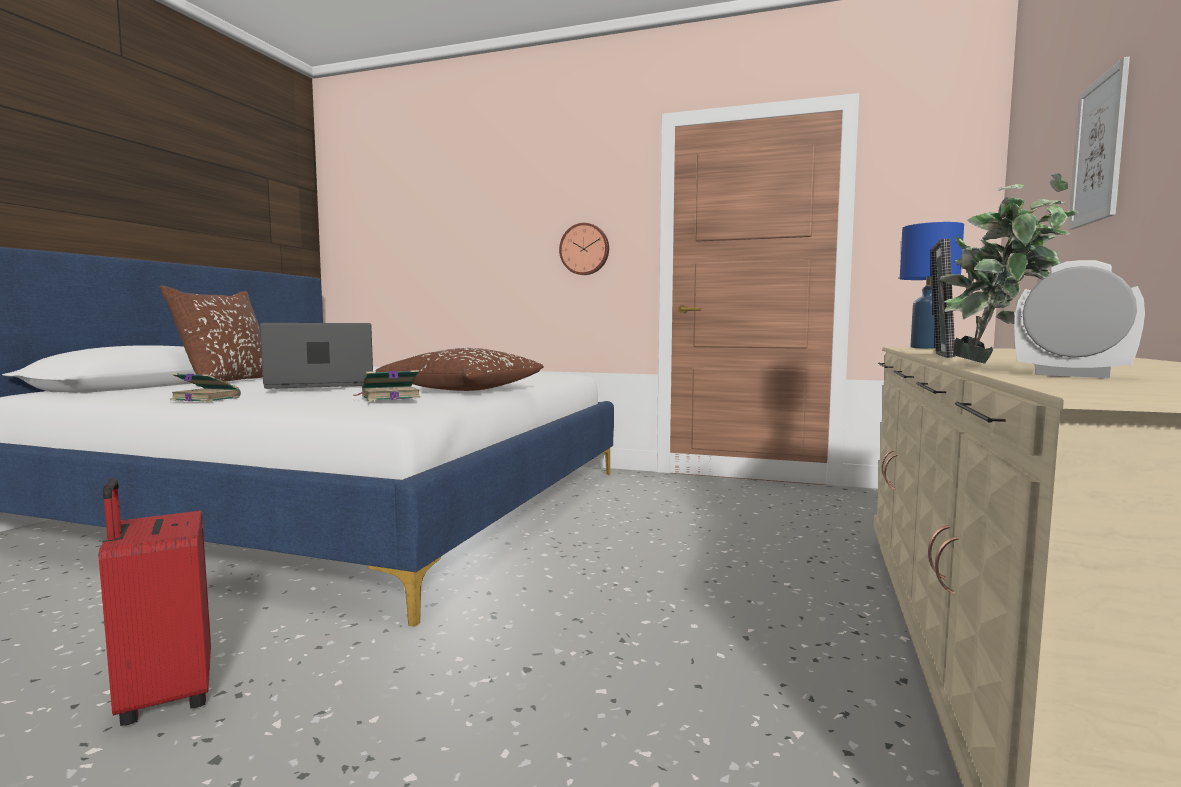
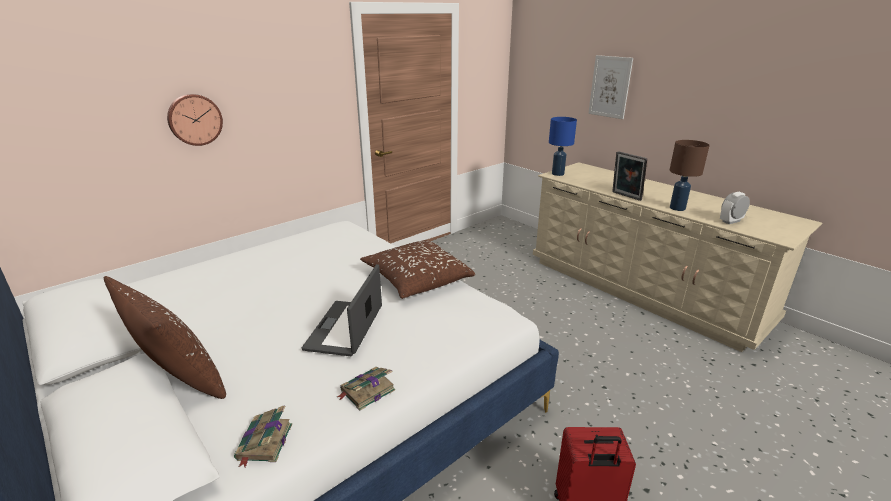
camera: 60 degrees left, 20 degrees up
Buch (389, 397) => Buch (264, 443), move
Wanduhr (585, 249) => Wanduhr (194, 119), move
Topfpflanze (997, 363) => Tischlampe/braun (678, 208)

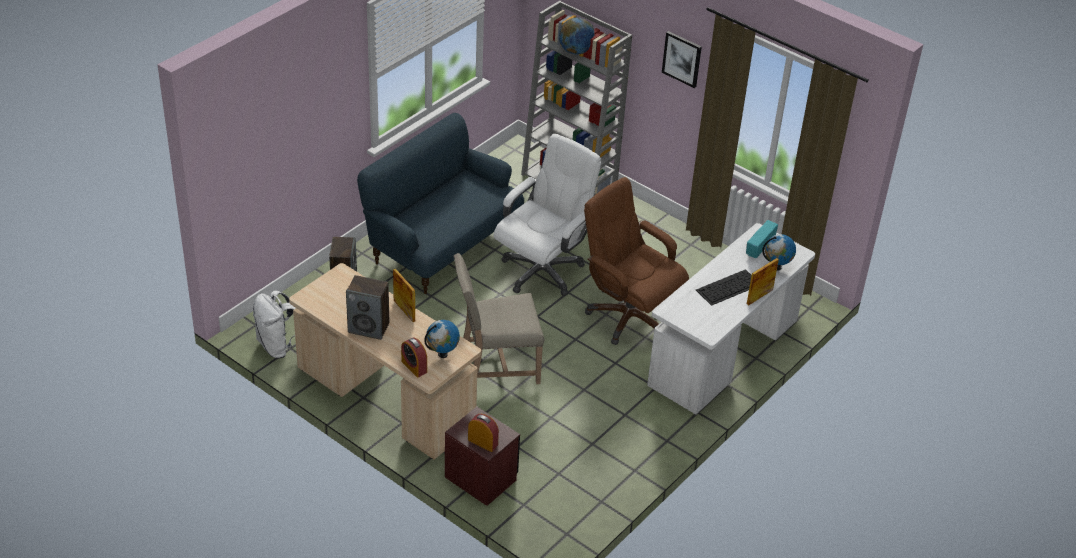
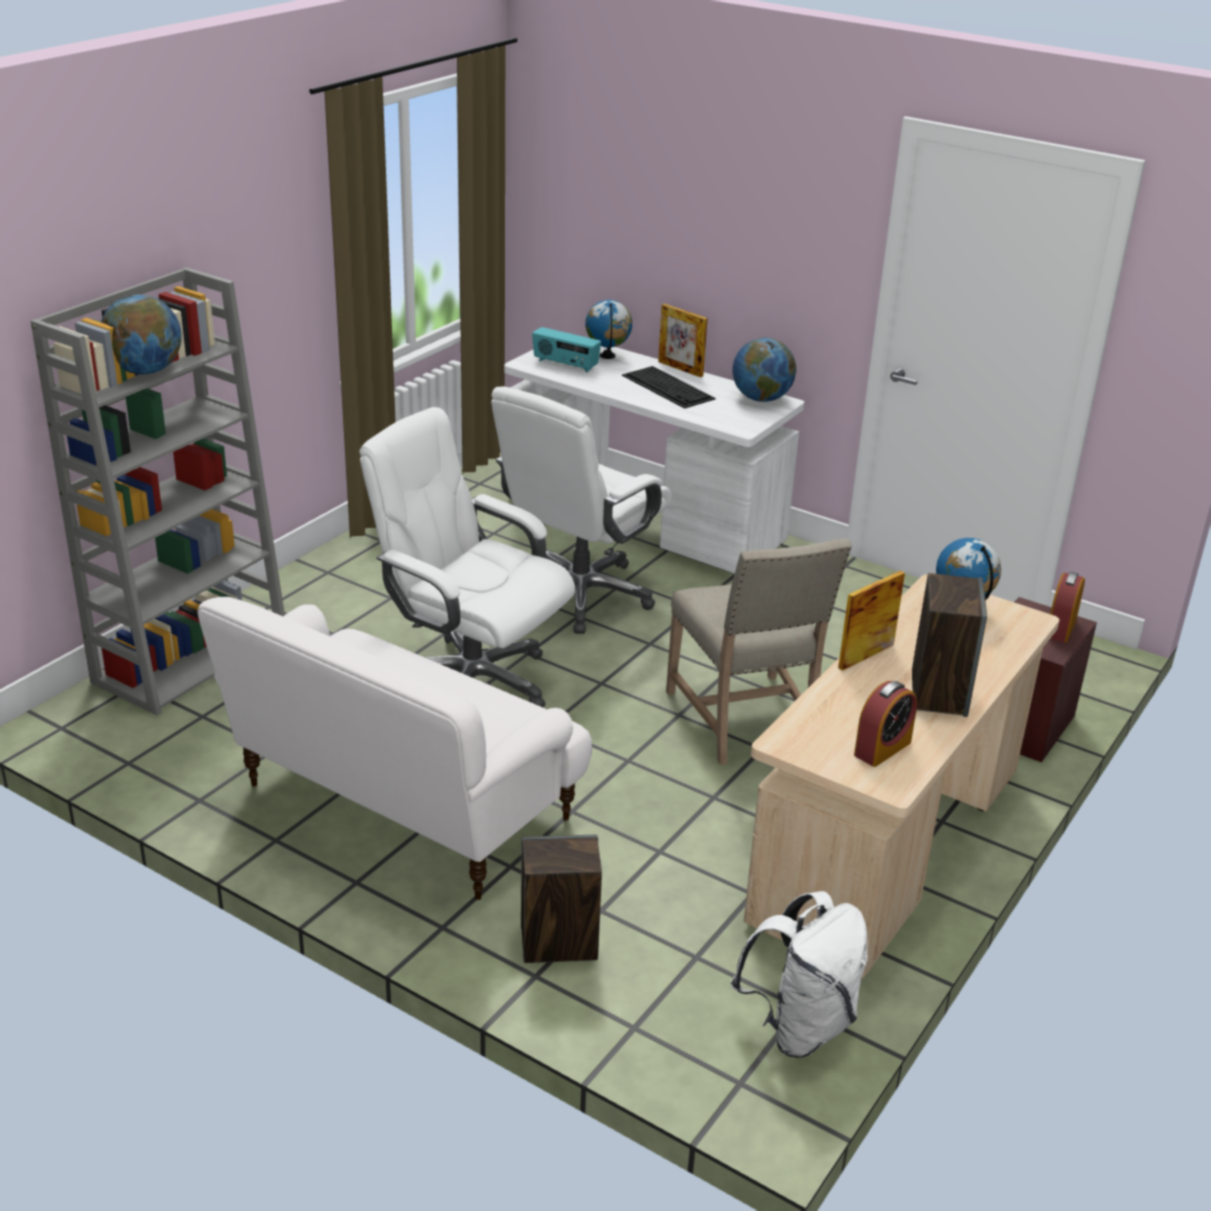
camera: 95 degrees left, 10 degrees down
Sofa/blau (442, 245) => Sofa/weiß (404, 806)
Wecker (414, 367) => Wecker (882, 748), move
Bürostuhl/braun (628, 317) => Bürostuhl/weiß (579, 595)
Bild (682, 58) => nothing
nothing => Globus (761, 399)

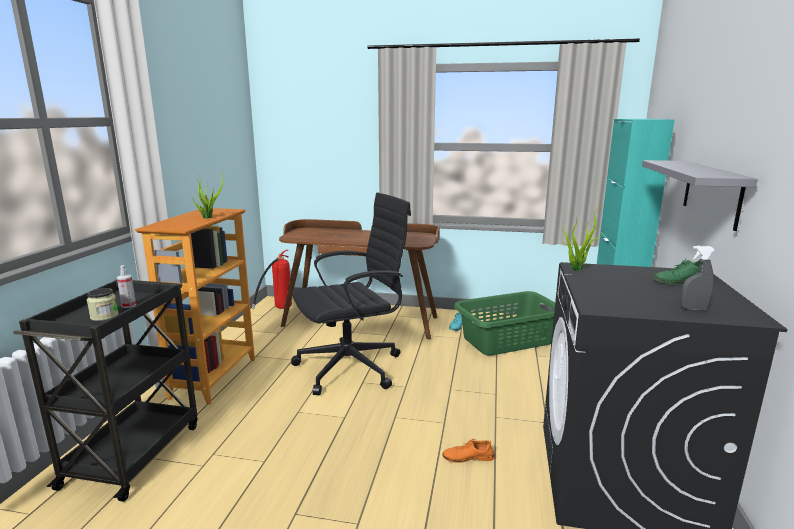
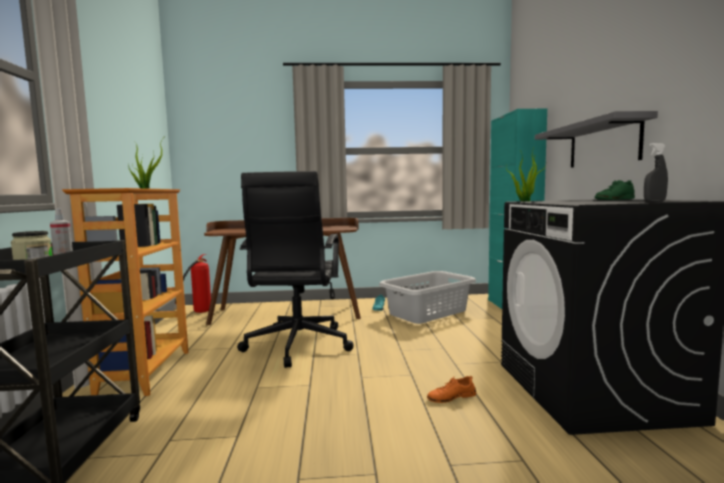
camera: 15 degrees left, 10 degrees down
Bürostuhl/schwarz (352, 367) => Bürostuhl/schwarz (297, 346), 135 degrees clockwise
Wäschekorb/grün (508, 340) => Wäschekorb/grau (428, 312)

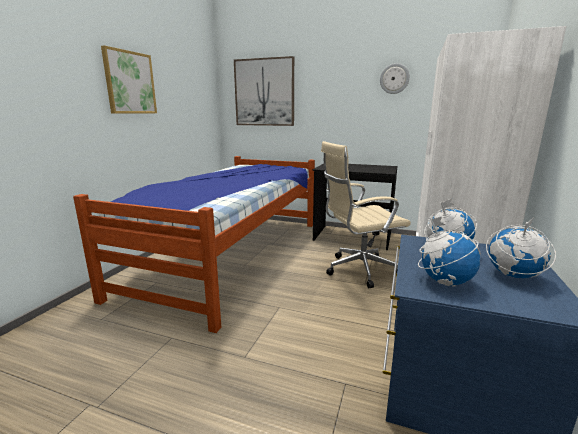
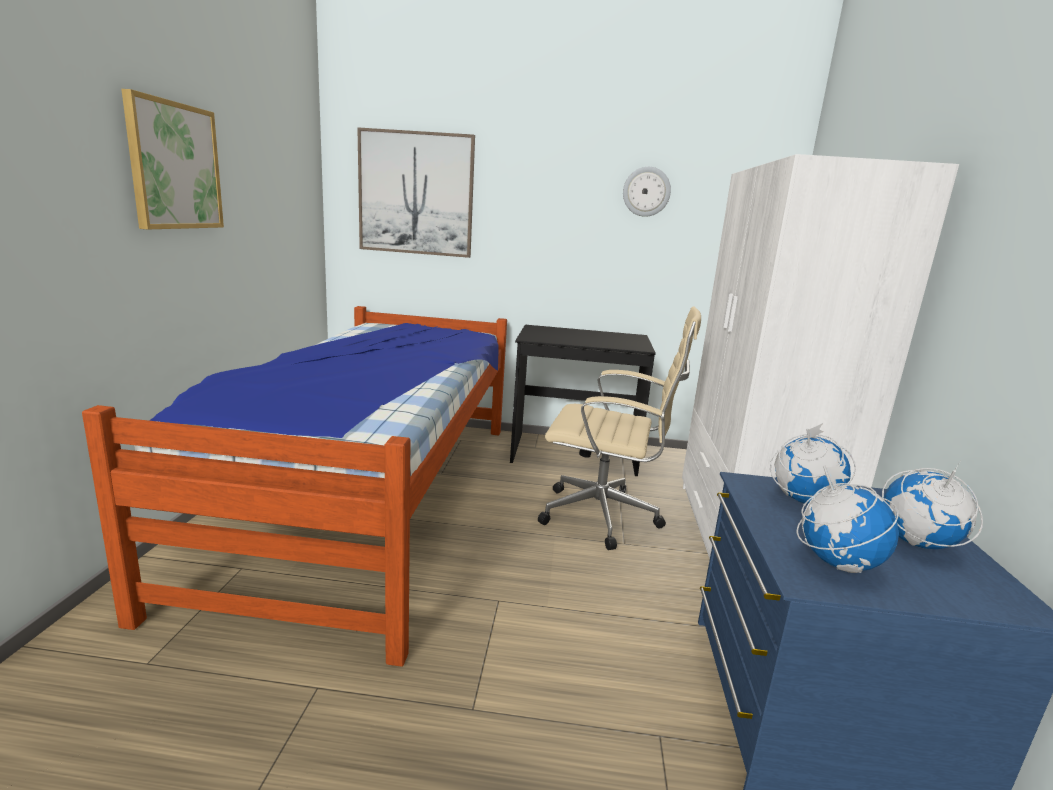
camera: 15 degrees left, 0 degrees up
Bürostuhl/beige (358, 270) => Bürostuhl/beige (605, 517), 135 degrees counterclockwise

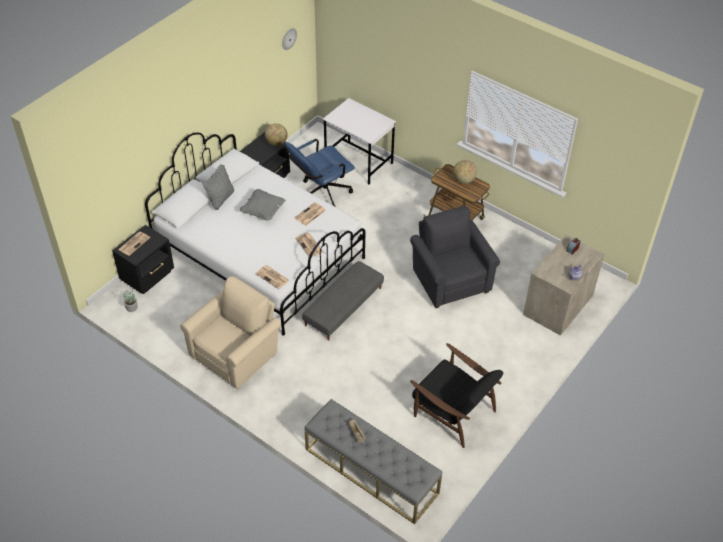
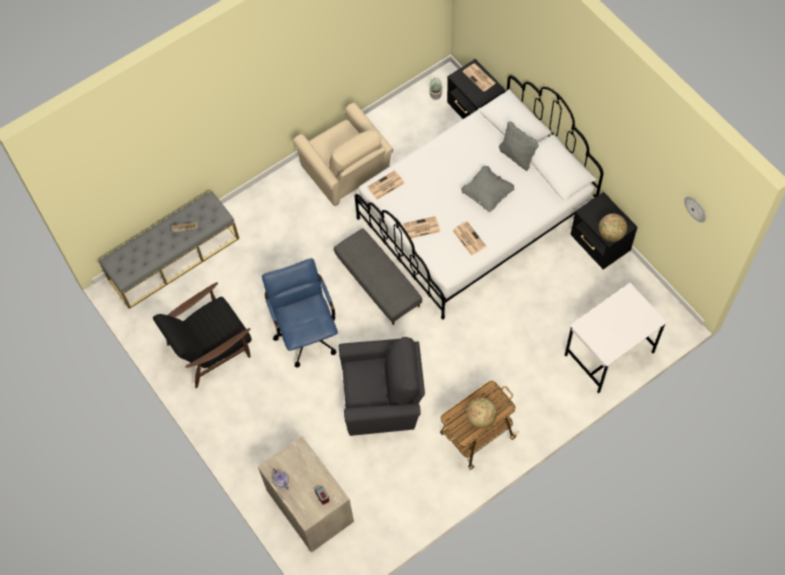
camera: 110 degrees right, 15 degrees up
Bürostuhl/blau (321, 194) => Bürostuhl/blau (306, 331), move

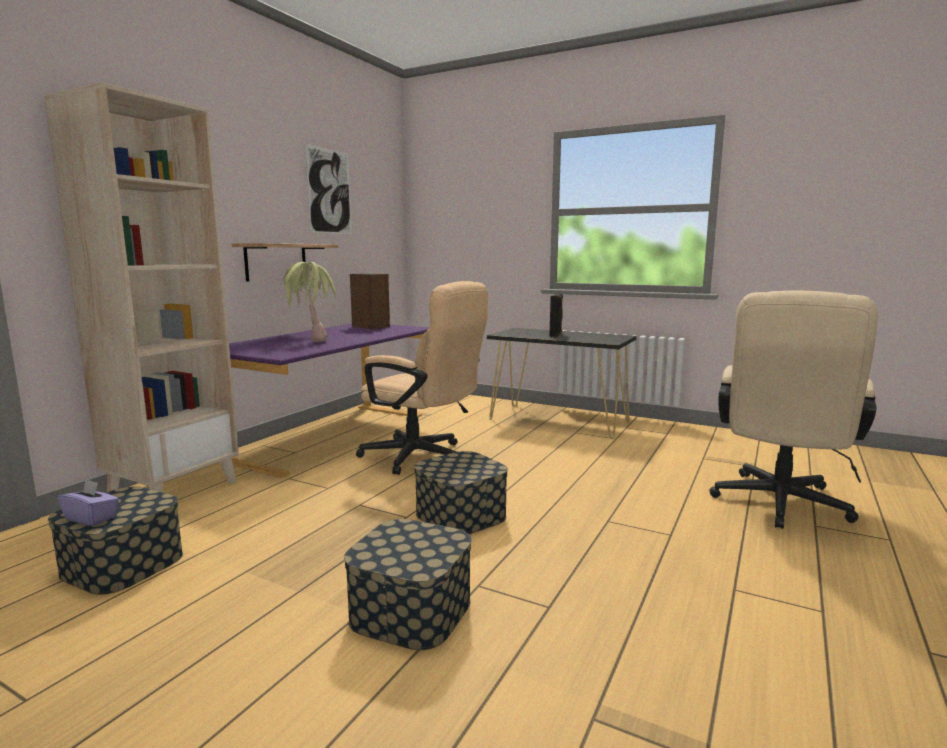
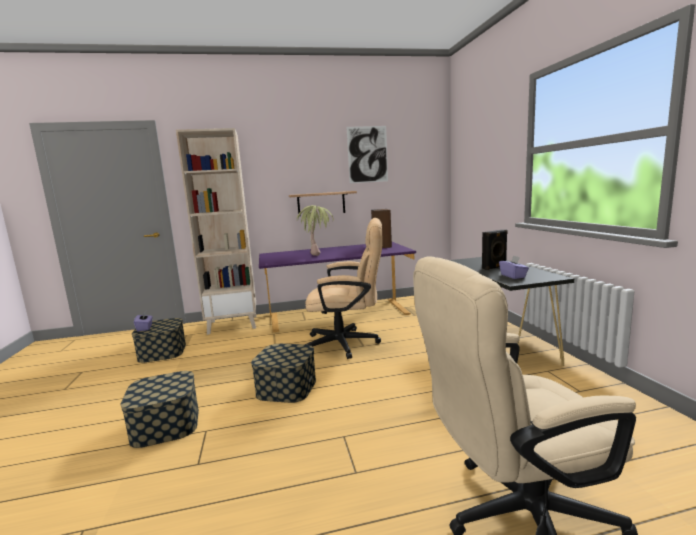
camera: 50 degrees right, 0 degrees up
Bürostuhl/beige (423, 457) => Bürostuhl/beige (348, 343), 75 degrees counterclockwise
nothing => Taschentuchbox/lila (513, 276)

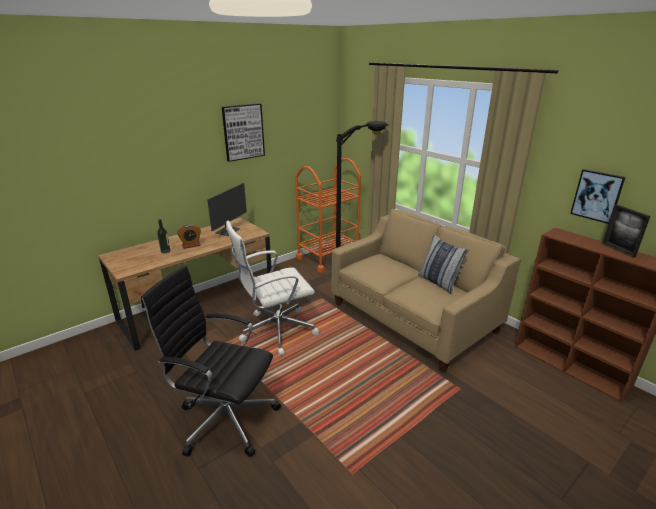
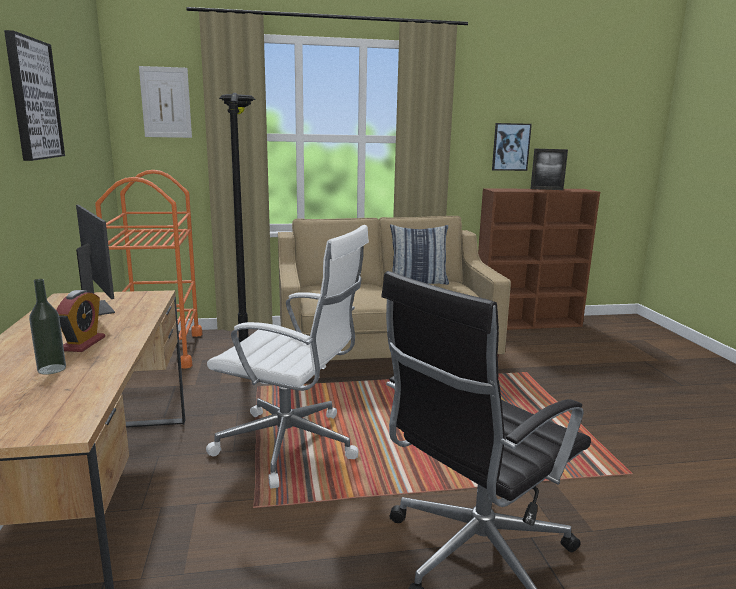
camera: 60 degrees left, 10 degrees down
Bürostuhl/weiß (275, 331) => Bürostuhl/weiß (291, 446), 75 degrees counterclockwise
nothing => Bild (166, 102)

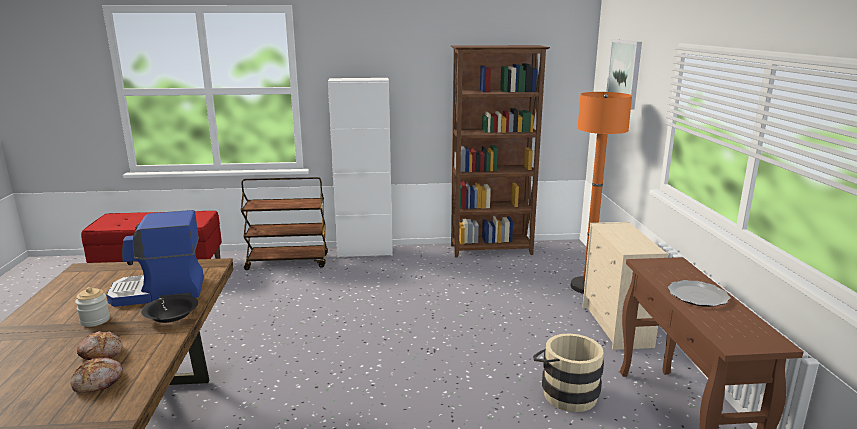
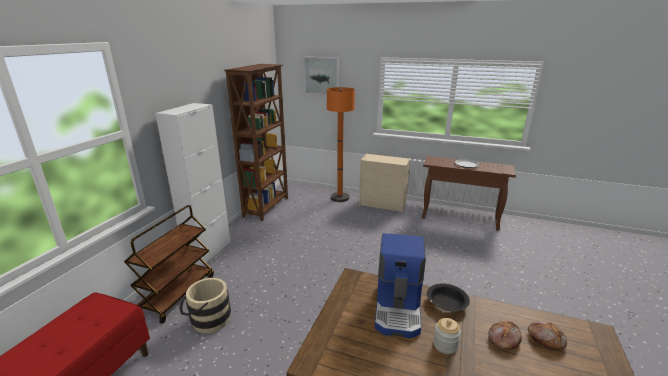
camera: 65 degrees left, 5 degrees up
Eimer/beige (565, 392) => Eimer/beige (207, 320), move

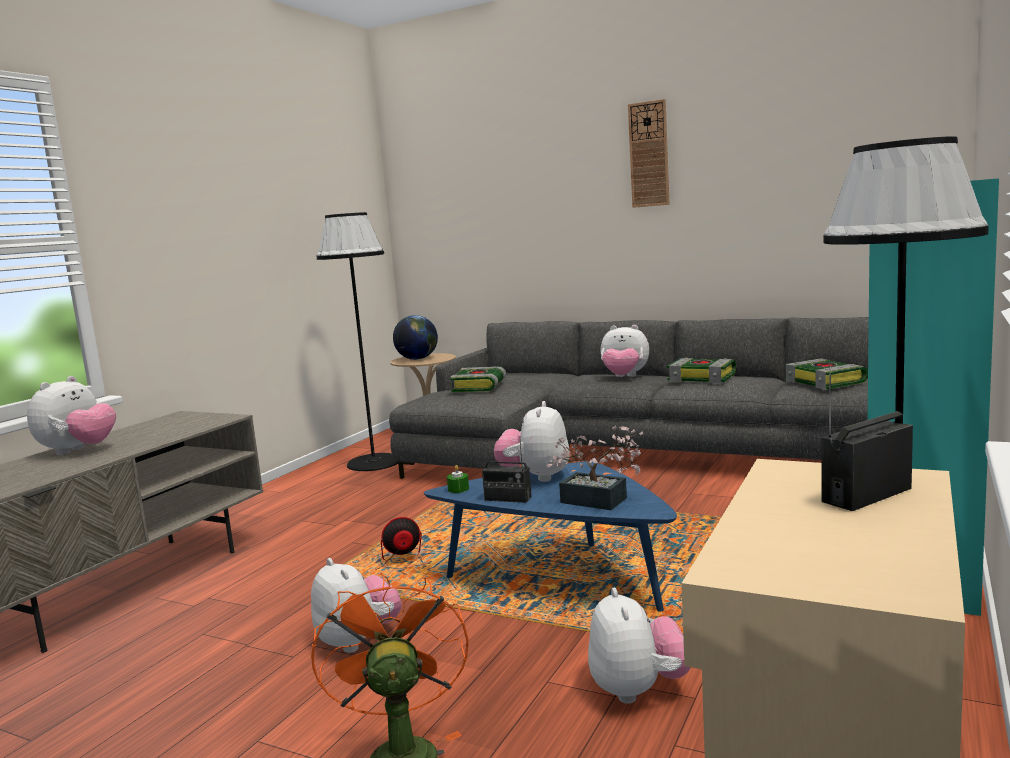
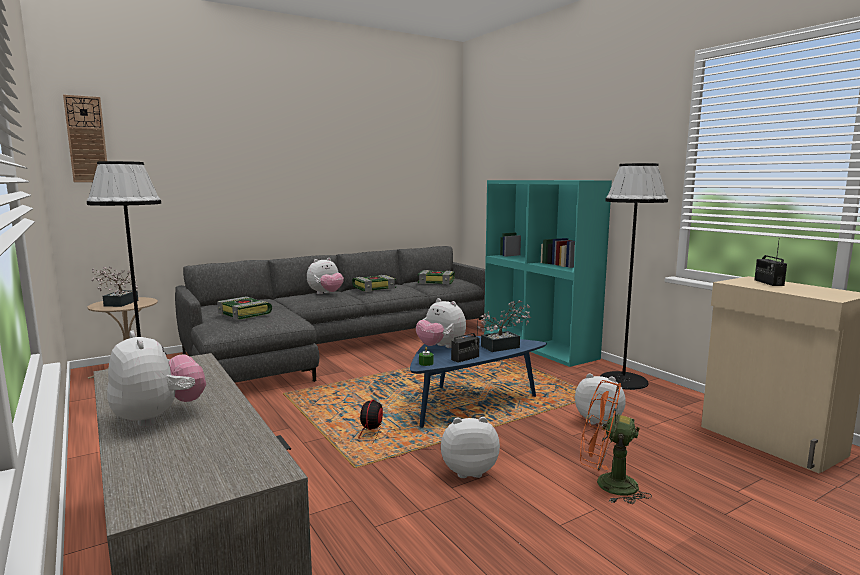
camera: 60 degrees left, 0 degrees up
Globus (417, 359) => Topfpflanze (118, 304)
Wanduhr (649, 154) => Wanduhr (86, 139), move

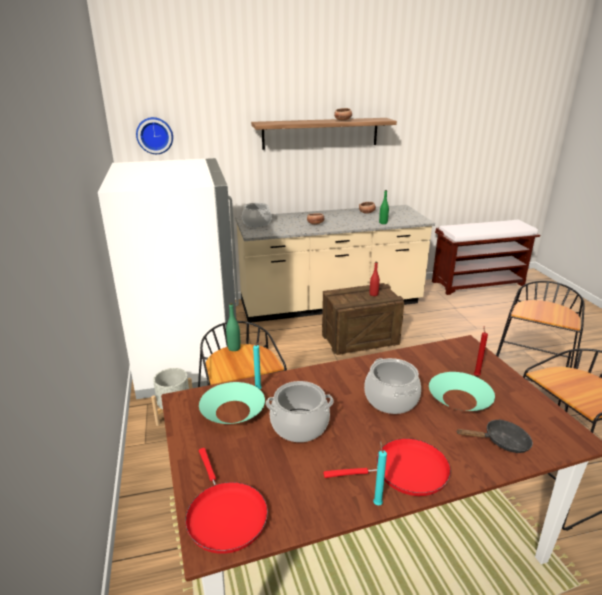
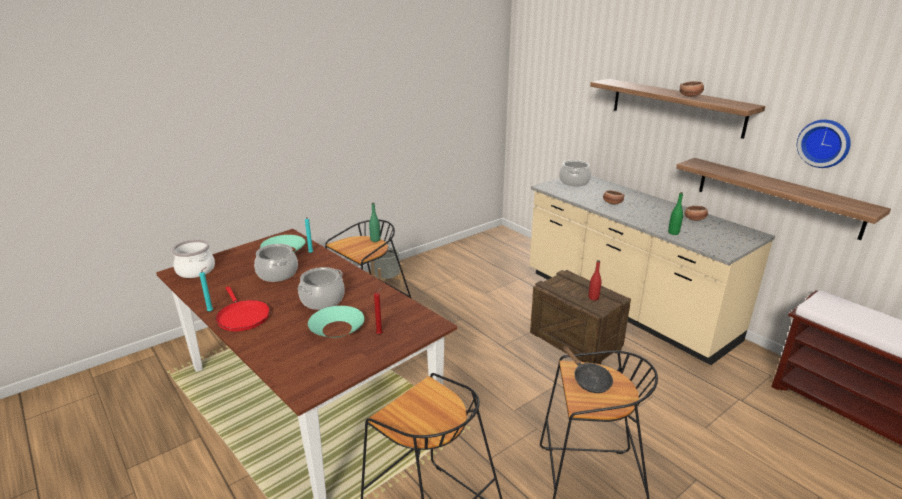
camera: 65 degrees right, 0 degrees up
Kühlschrank/weiß (188, 360) => nothing
Wanduhr (154, 135) => Wanduhr (824, 143), move
Pfanne/rot (225, 515) => Kochtopf (195, 270)
Pfanne/schwarz (501, 442) => Pfanne/schwarz (589, 380), move
nothing => Wandregal (777, 196)

